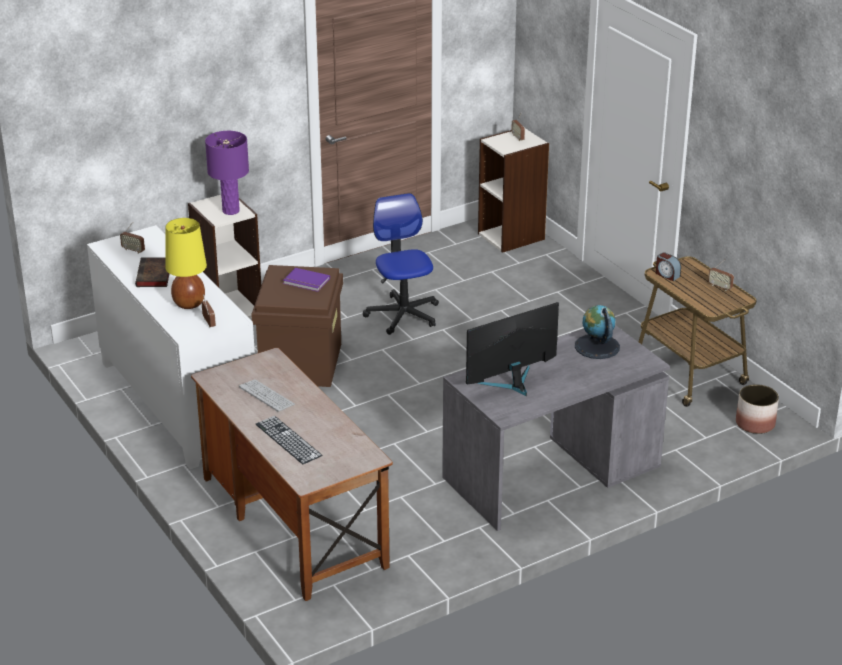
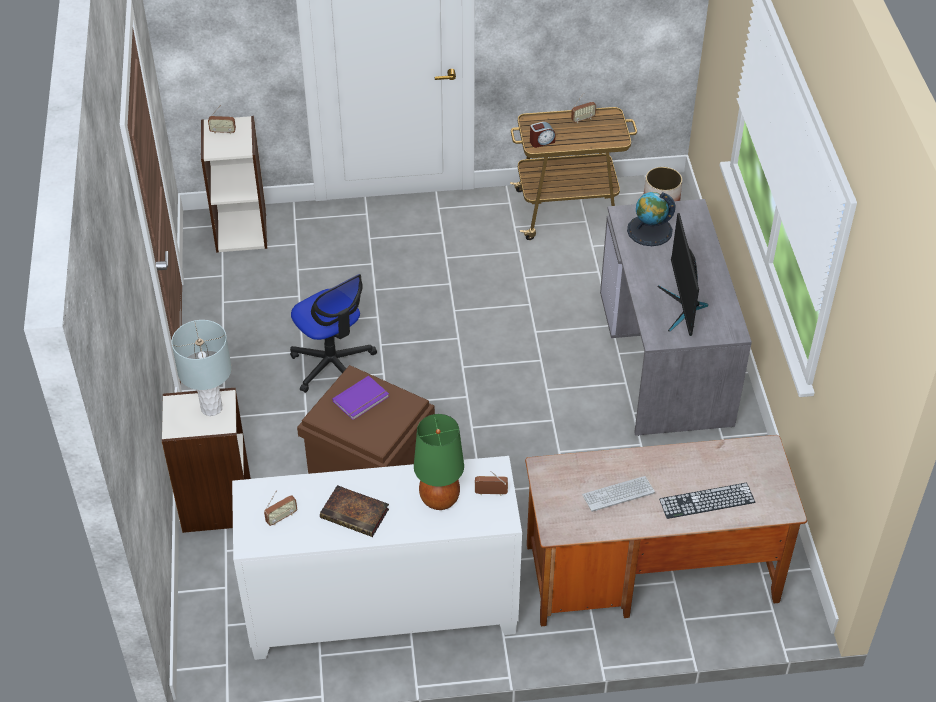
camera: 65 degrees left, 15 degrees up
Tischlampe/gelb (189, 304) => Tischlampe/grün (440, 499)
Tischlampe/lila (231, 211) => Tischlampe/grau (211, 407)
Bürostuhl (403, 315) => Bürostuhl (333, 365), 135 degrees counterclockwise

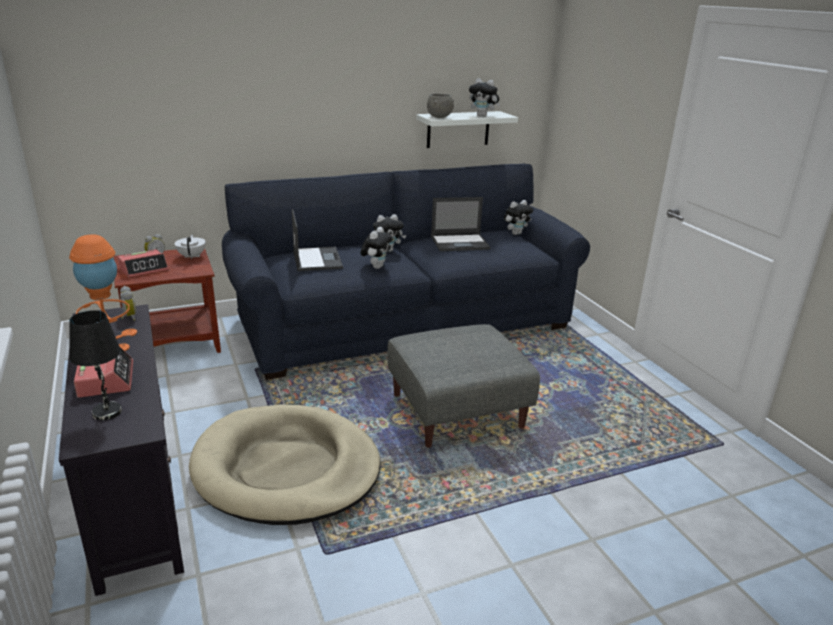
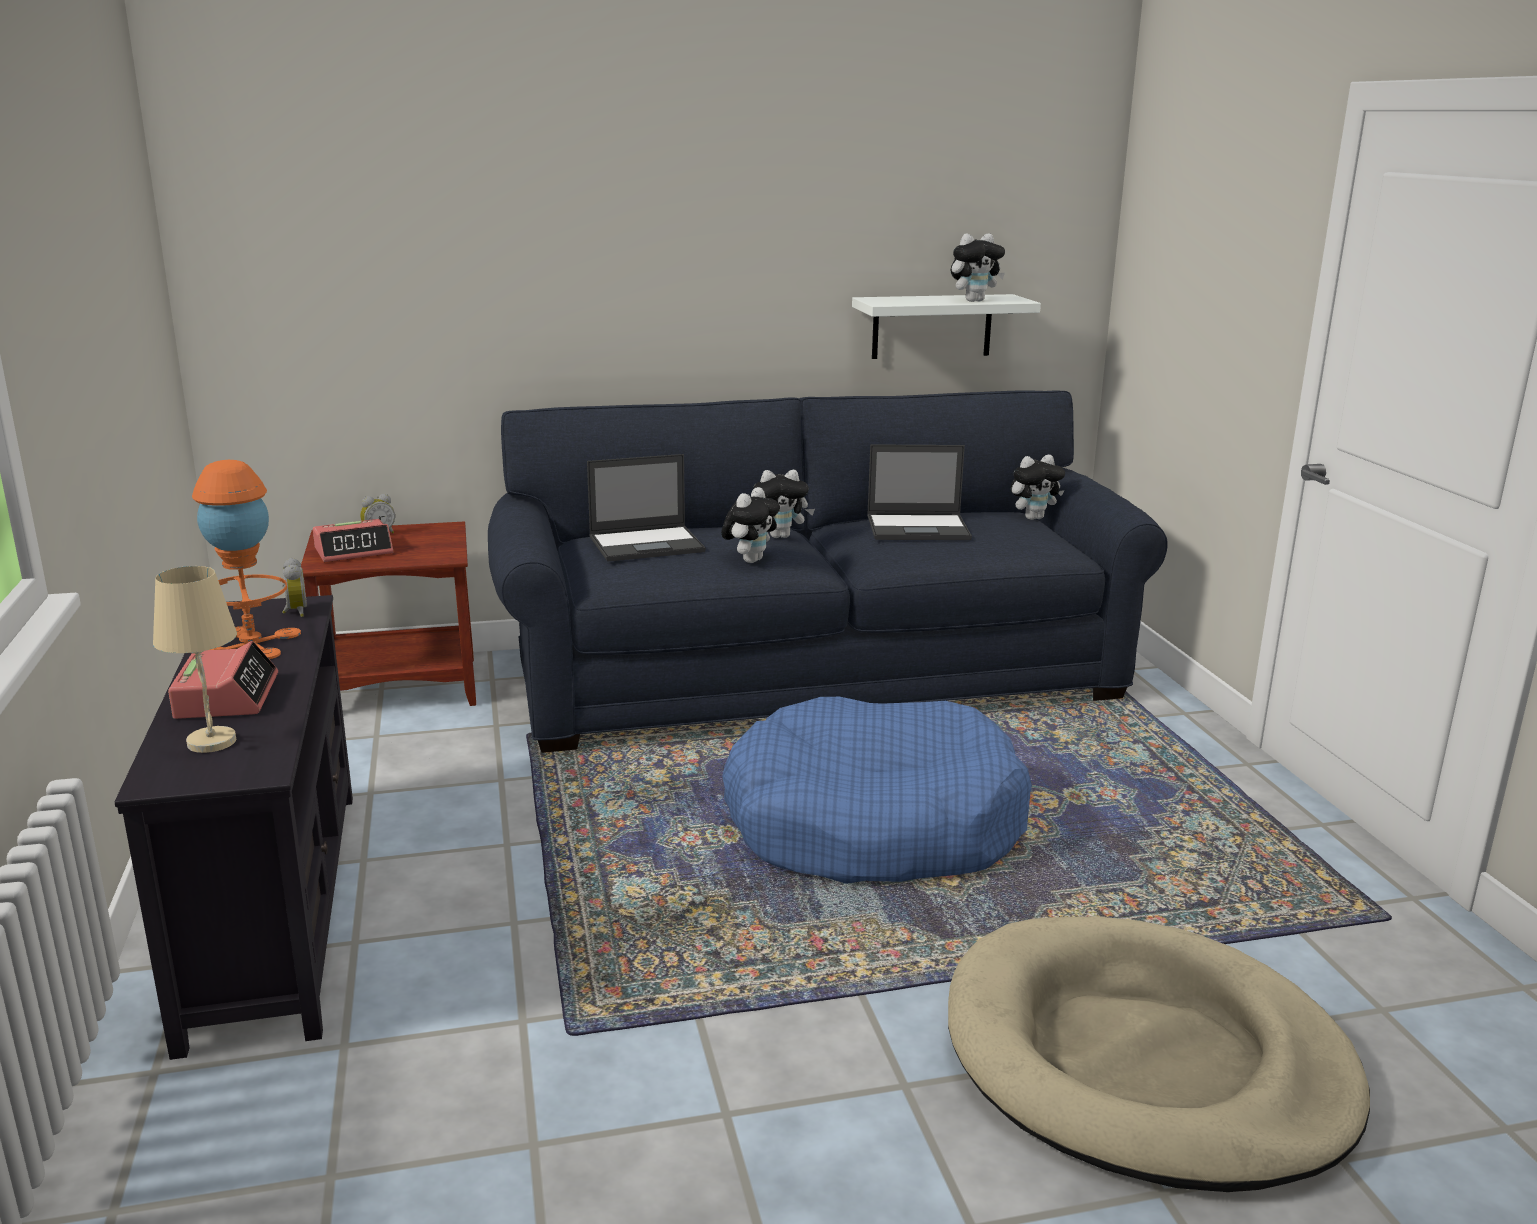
camera: 10 degrees right, 5 degrees down
Tischlampe/schwarz (108, 412) => Tischlampe/beige (213, 742)
Teekanne/weiß (192, 256) => nothing
Hundebett/beige (286, 469) => Hundebett/beige (1145, 1060), move
Laptop (317, 259) => Laptop (648, 544), 75 degrees clockwise
Polsterhocker/grau (457, 410) => Hundebett/blau (872, 824)
Schüssel/grau (439, 117) => nothing
Plüschtier (483, 116) => Plüschtier (974, 301), 60 degrees counterclockwise

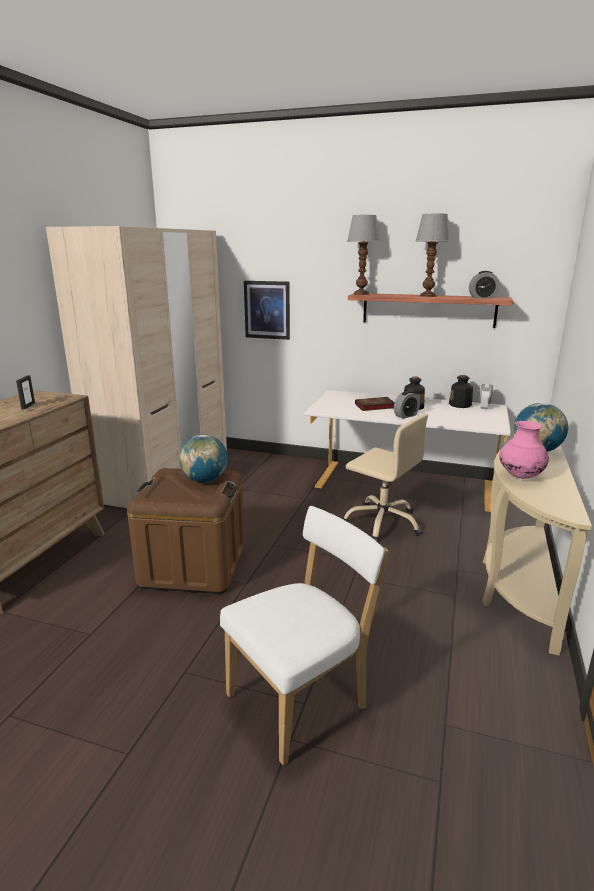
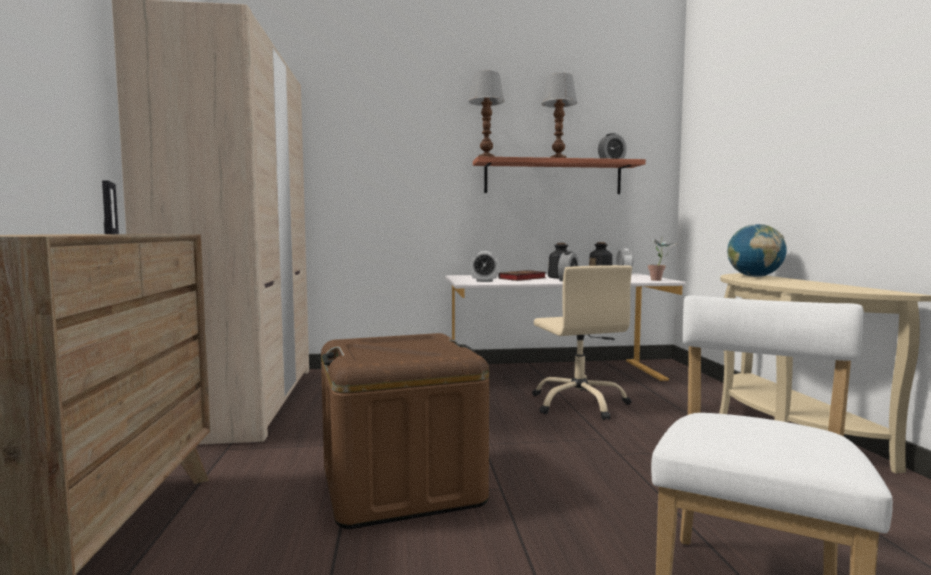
camera: 25 degrees left, 15 degrees down
Globus (205, 480) => nothing
Bild (267, 310) => nothing
Bürostuhl/beige (382, 522) => Bürostuhl/beige (579, 404), 60 degrees clockwise
Vase/rosa (520, 476) => nothing
nothing => Wecker (484, 281)
nothing => Topfpflanze (659, 280)

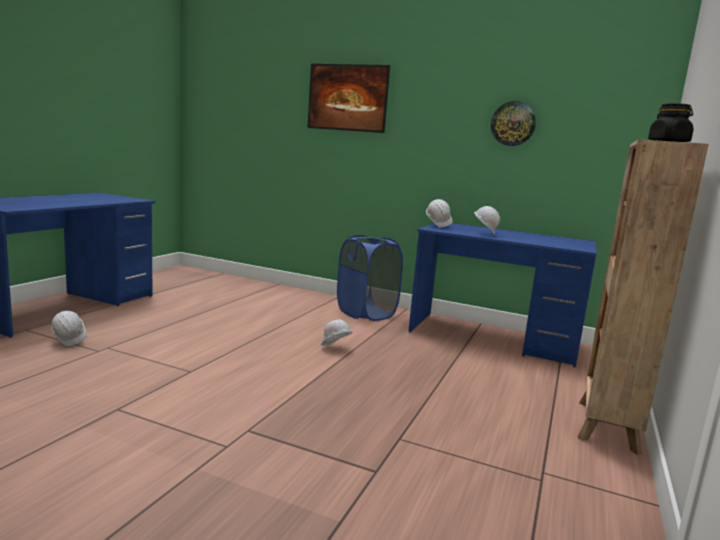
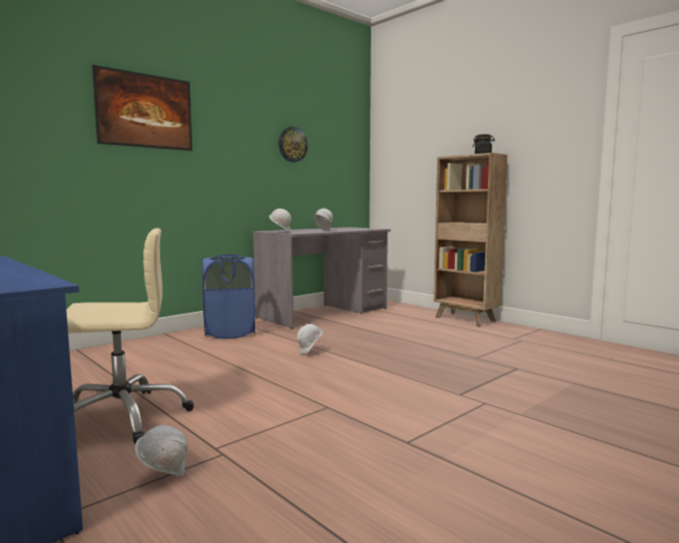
camera: 65 degrees left, 5 degrees down
Schreibtisch/blau (493, 338) => Schreibtisch/grau (324, 313)
nothing => Bürostuhl/beige (122, 417)

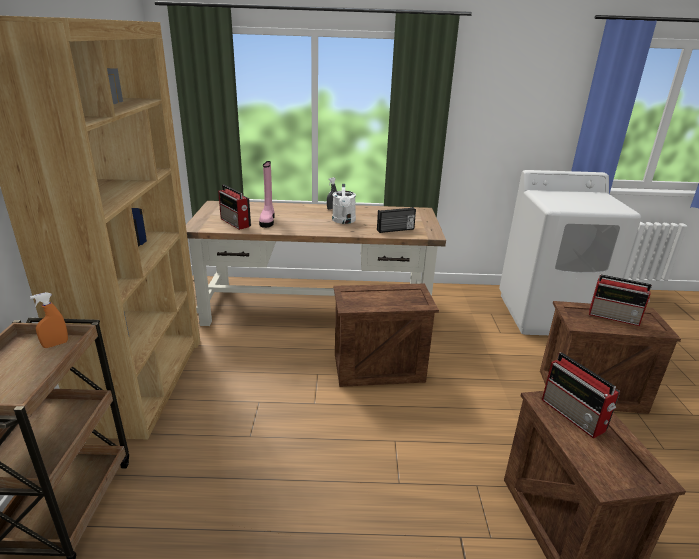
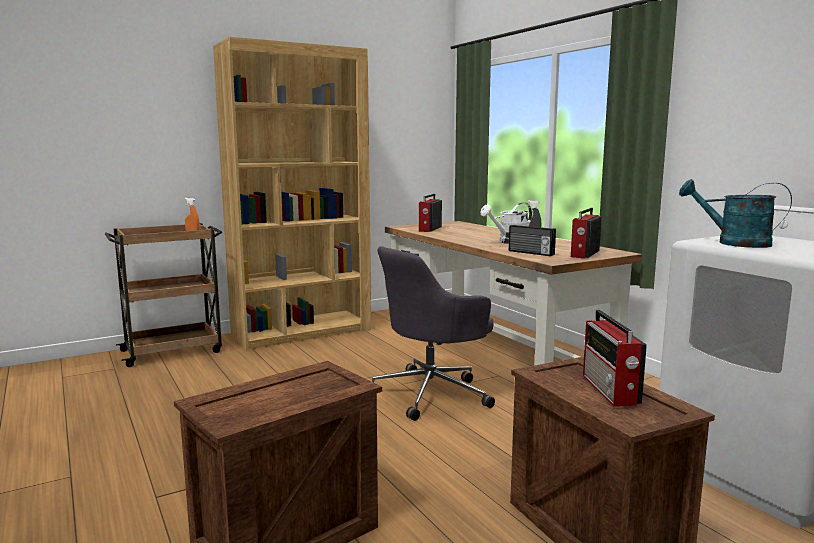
camera: 60 degrees right, 15 degrees down
Stiefel/rosa (267, 220) => nothing
Kiste (378, 368) => Bürostuhl/grau (432, 393)
Radio (574, 416) => Radio (584, 254), move
nothing => Gießkanne/türkis (733, 243)

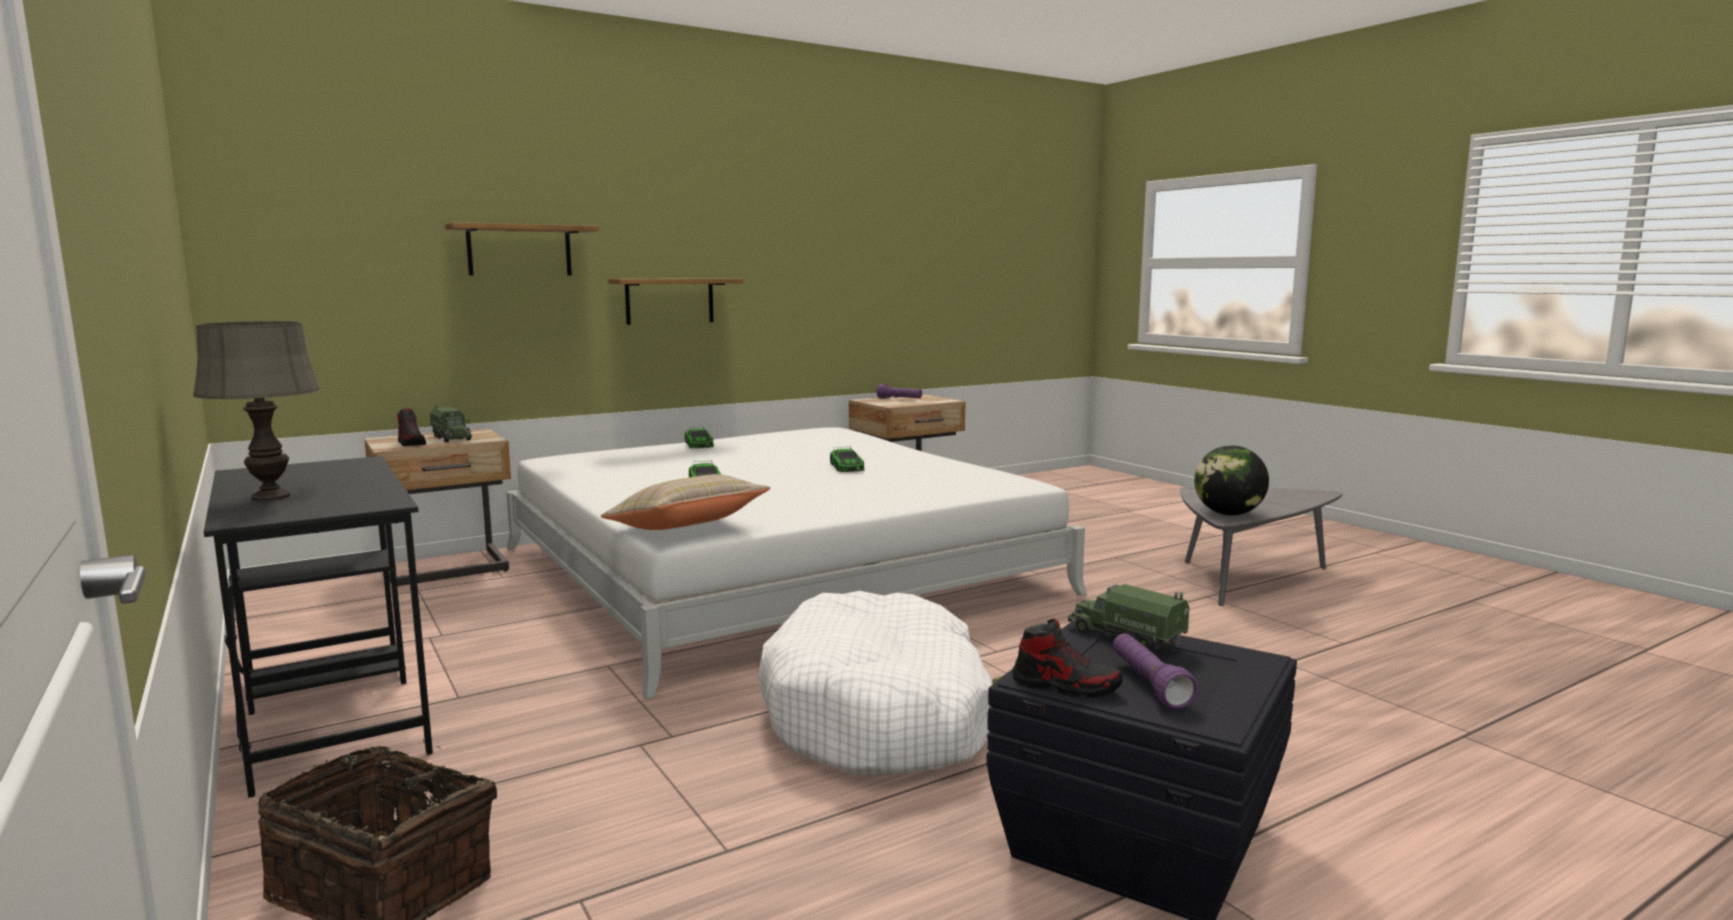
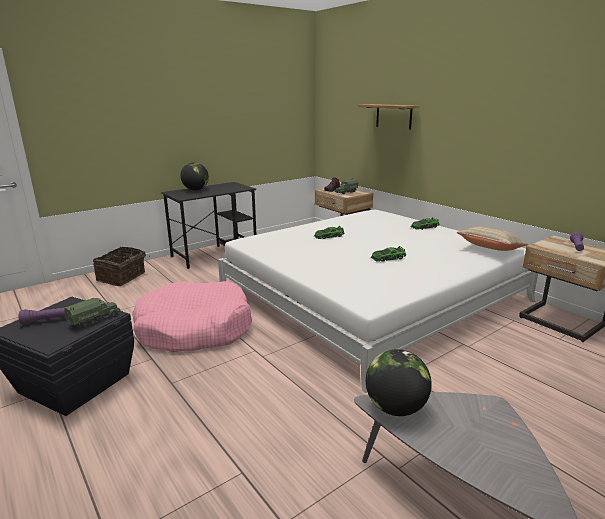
camera: 85 degrees right, 10 degrees up
Tischlampe/grau (270, 497) => Globus (195, 190)
Kissen/beige (686, 528) => Kissen/beige (490, 249), move
Wandregal (669, 301) => nothing
Hundebett/weiß (880, 715) => Hundebett/rosa (194, 329)
Schuh (1065, 687) => nothing

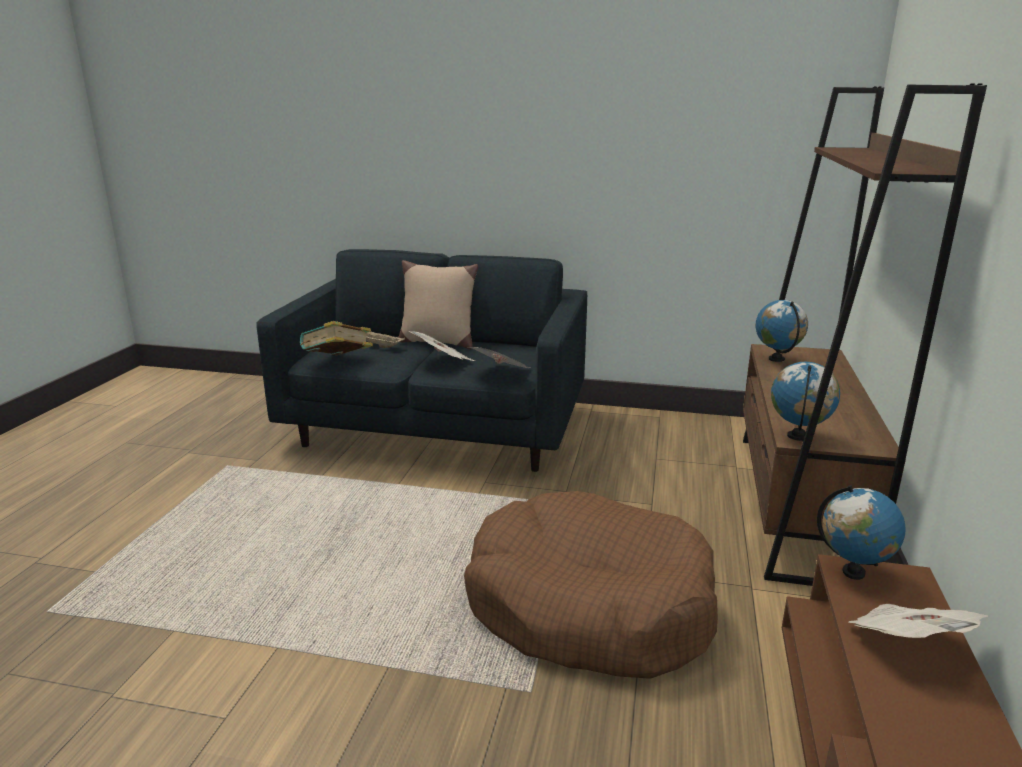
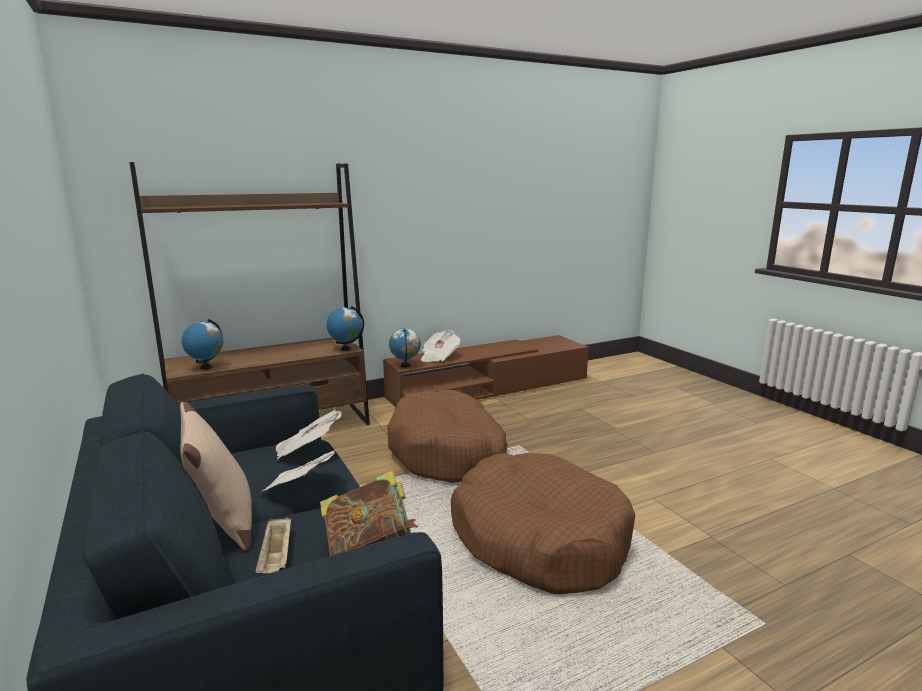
camera: 130 degrees left, 5 degrees down
nothing => Hundebett/braun (539, 539)

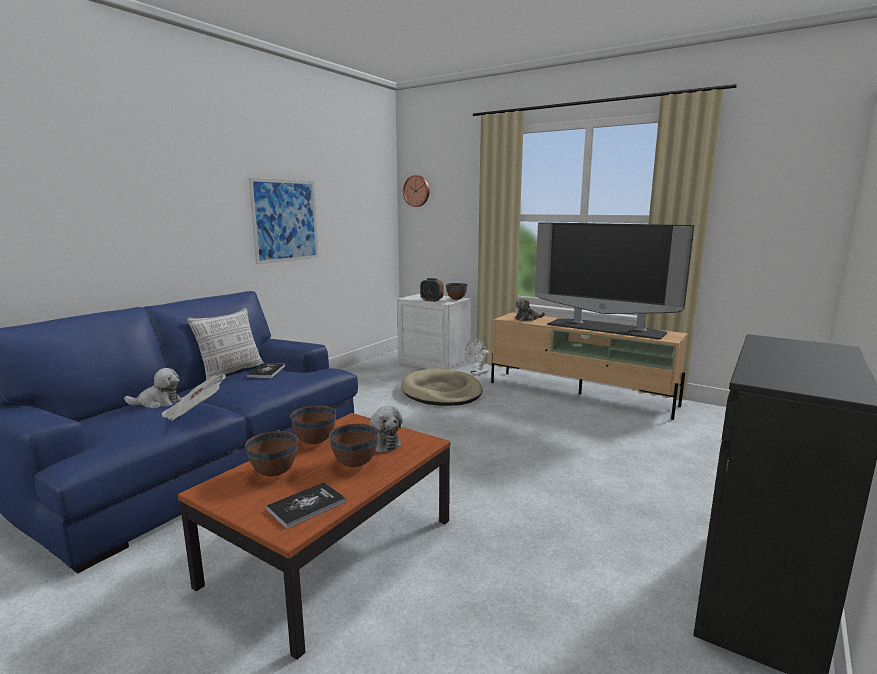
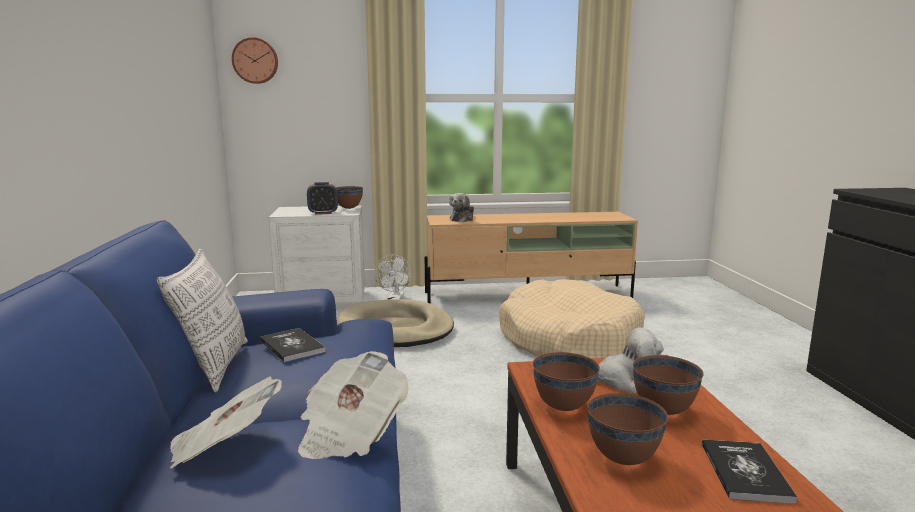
camera: 40 degrees left, 0 degrees up
Plüschtier (157, 403) => Zeitung (225, 447)
Bild (285, 220) => nothing
Fernseher (606, 328) => nothing
nothing => Hundebett/beige (568, 341)

